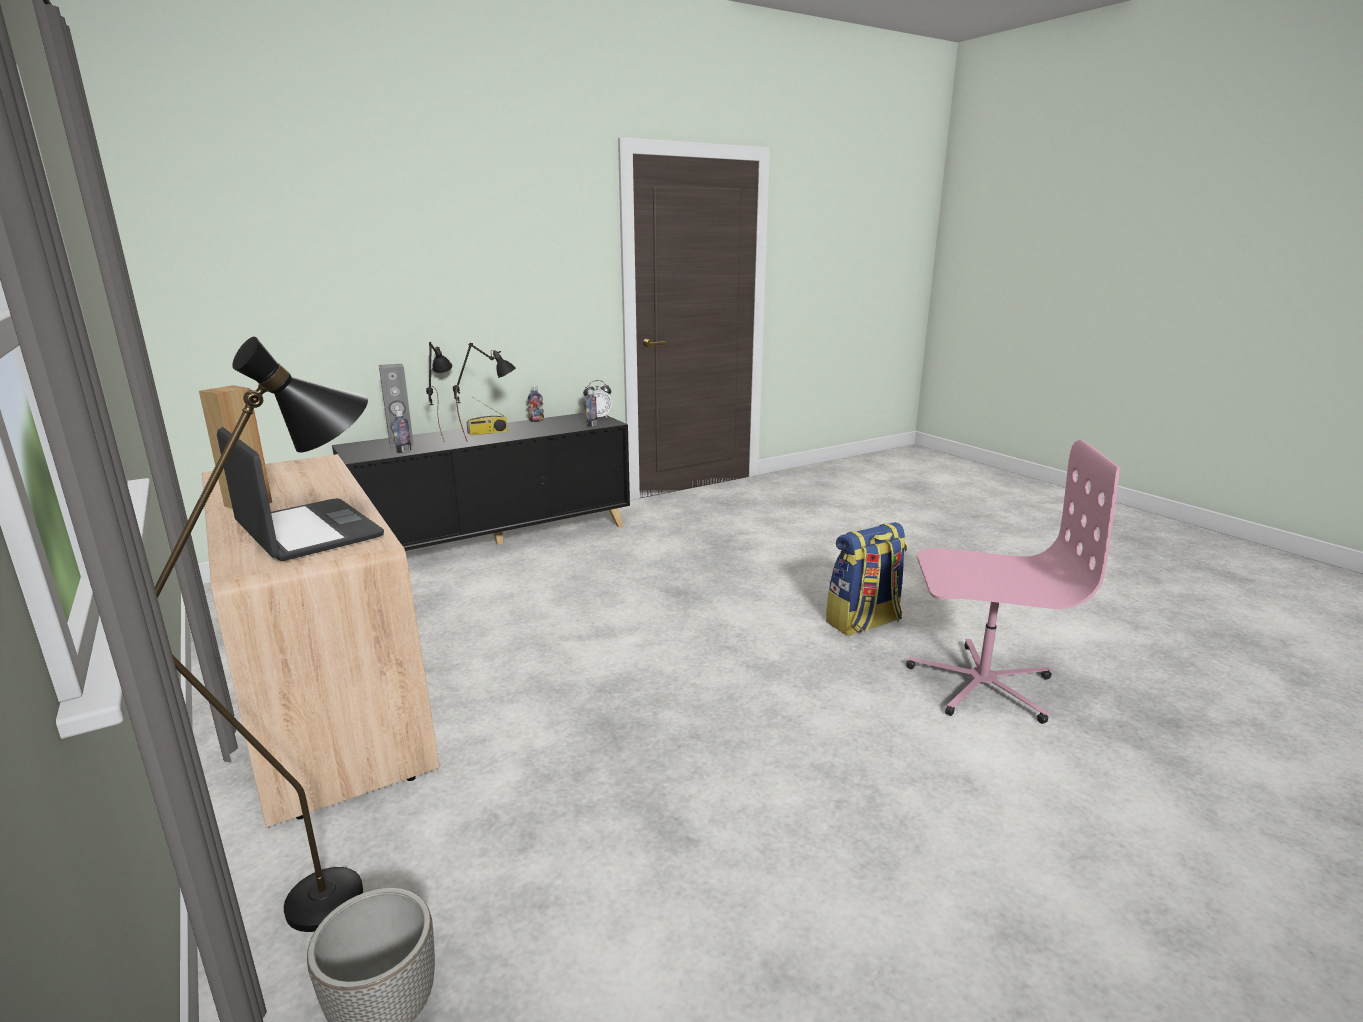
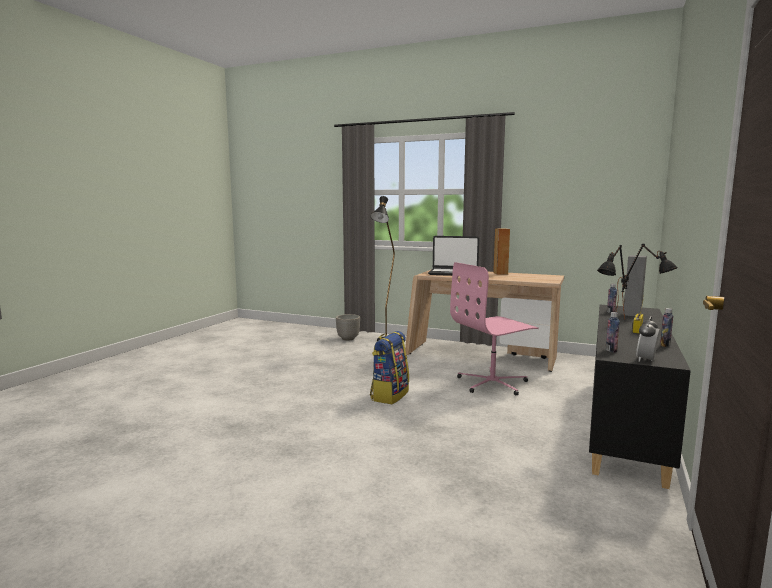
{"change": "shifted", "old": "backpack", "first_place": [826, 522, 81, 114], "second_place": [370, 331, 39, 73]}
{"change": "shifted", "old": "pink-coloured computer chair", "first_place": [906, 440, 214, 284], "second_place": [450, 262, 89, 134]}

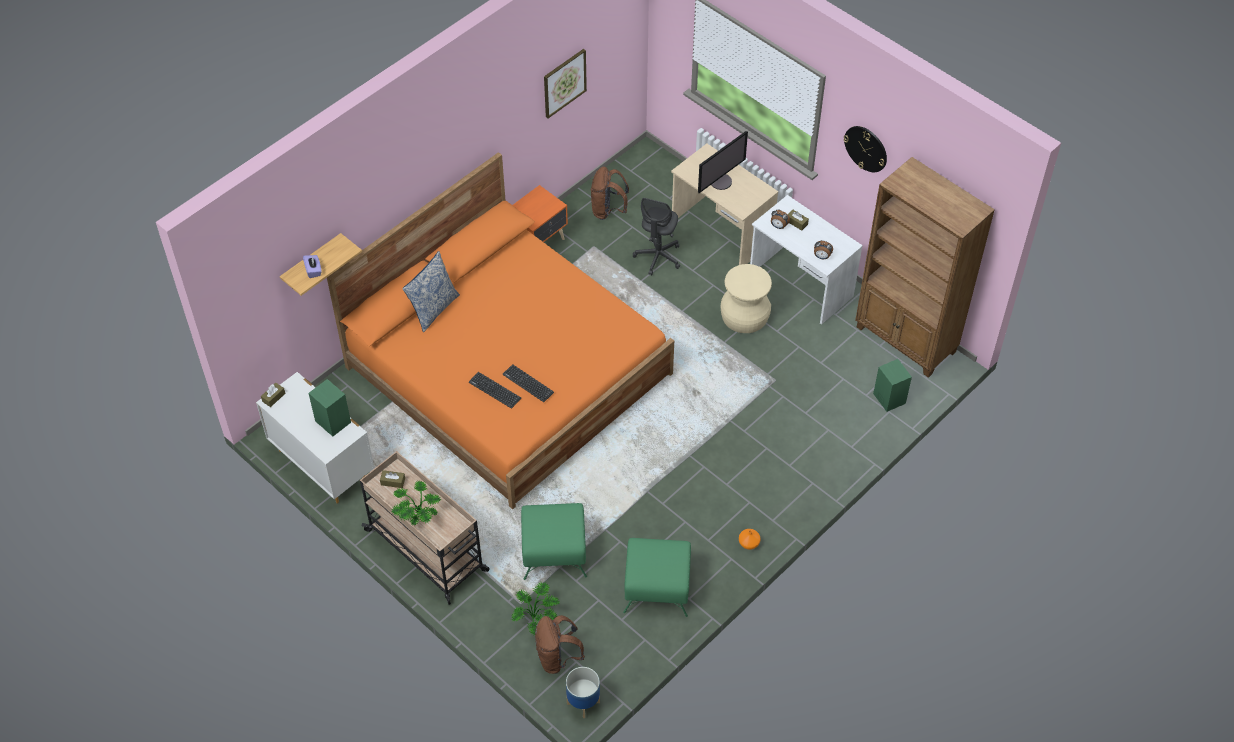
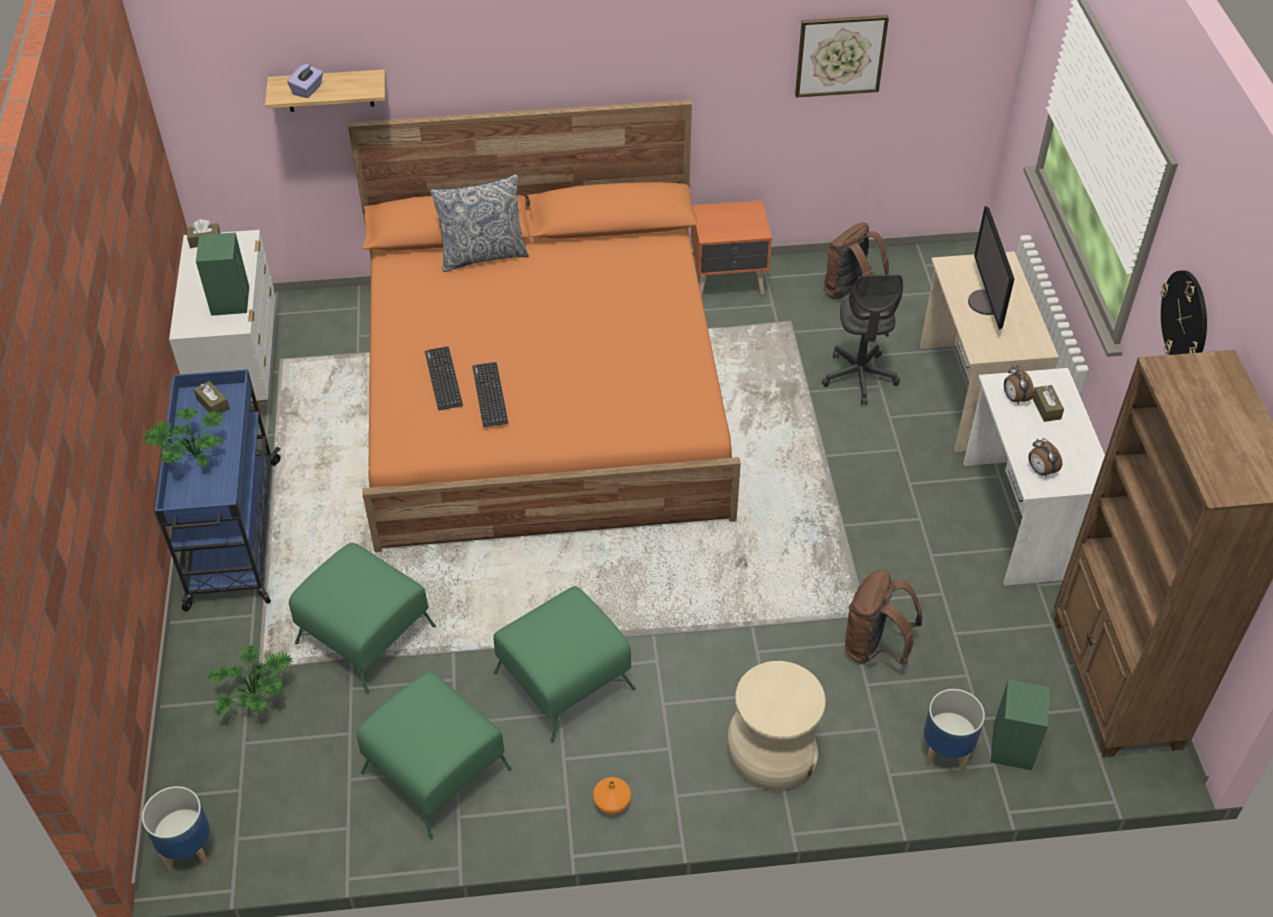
{"change": "repainted", "old": "sand-coloured cart", "new": "bluish cart", "first_place": [360, 451, 129, 154], "second_place": [155, 369, 126, 242]}
{"change": "shifted", "old": "brown-coloured backpack", "first_place": [535, 615, 50, 59], "second_place": [845, 570, 77, 95]}
{"change": "rotated", "old": "gray computer chair", "first_place": [633, 198, 47, 77], "second_place": [822, 275, 81, 130], "degrees": -60}
{"change": "rotated", "old": "monitor", "first_place": [698, 131, 50, 62], "second_place": [968, 206, 46, 124], "degrees": 90}
{"change": "shifted", "old": "sand-coloured sitting stool", "first_place": [720, 264, 52, 69], "second_place": [728, 661, 98, 129]}
{"change": "new", "new": "greenish ottoman", "second_place": [493, 586, 143, 157]}
{"change": "new", "new": "flower pot", "second_place": [924, 689, 61, 83]}

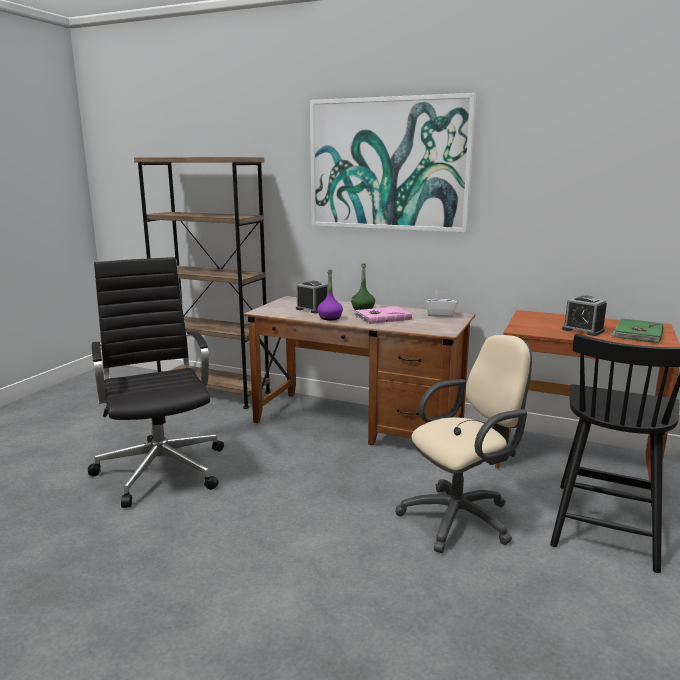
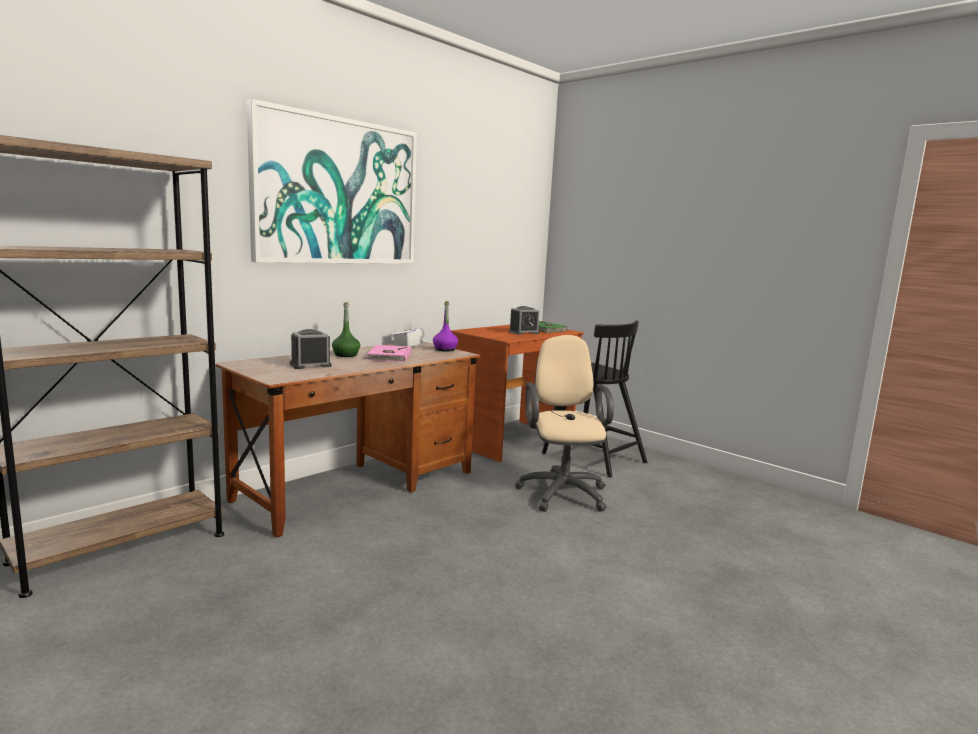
{"change": "gone", "old": "black-coloured computer chair", "first_place": [88, 257, 136, 251]}
{"change": "shifted", "old": "purplish beverage bottle", "first_place": [317, 269, 26, 51], "second_place": [433, 301, 25, 51]}

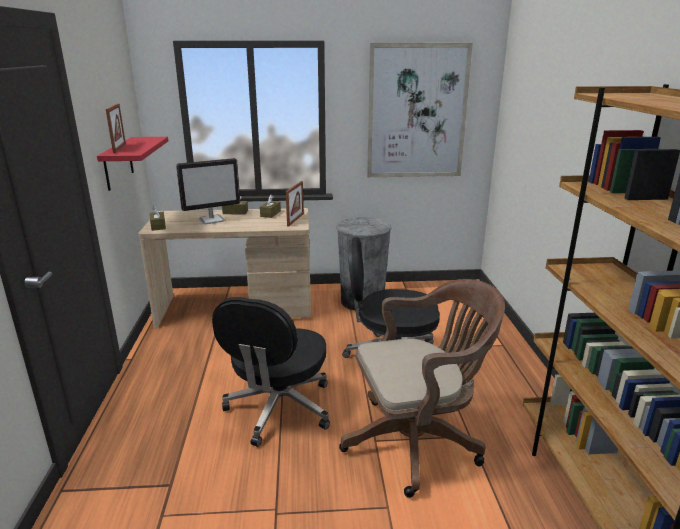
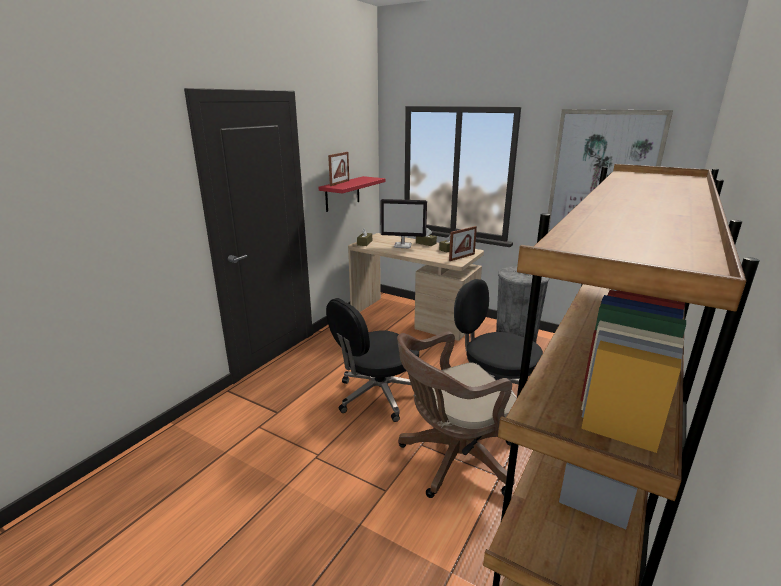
{"change": "rotated", "old": "brown-coloured computer chair", "first_place": [339, 279, 166, 219], "second_place": [397, 331, 120, 167], "degrees": 135}

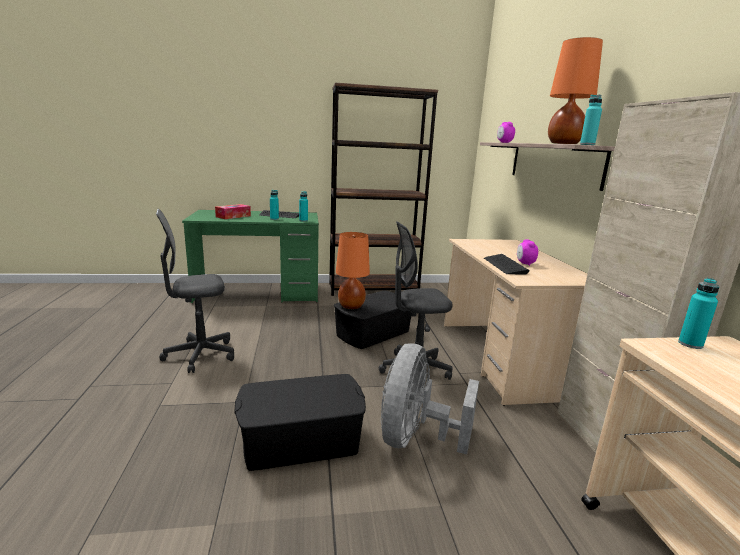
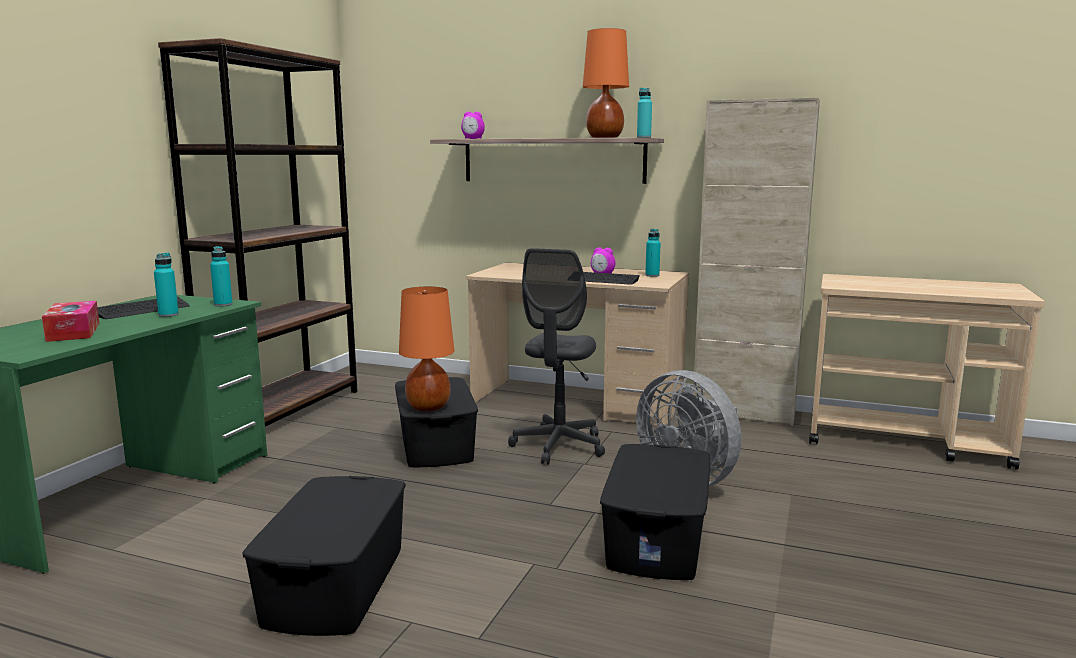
{"change": "swapped", "old": "gray computer chair", "new": "black-coloured storage box", "first_place": [156, 209, 78, 164], "second_place": [242, 476, 164, 160]}
{"change": "shifted", "old": "turquoise beverage bottle", "first_place": [678, 278, 41, 71], "second_place": [645, 229, 16, 48]}

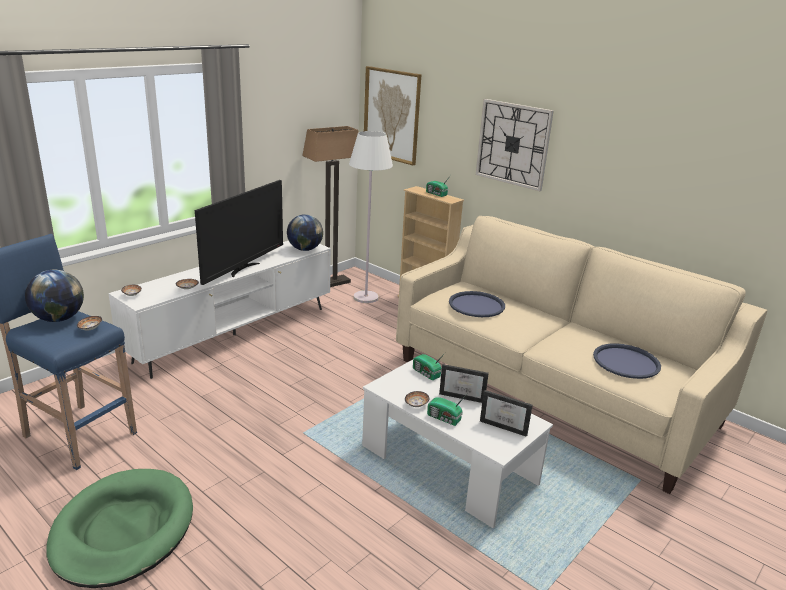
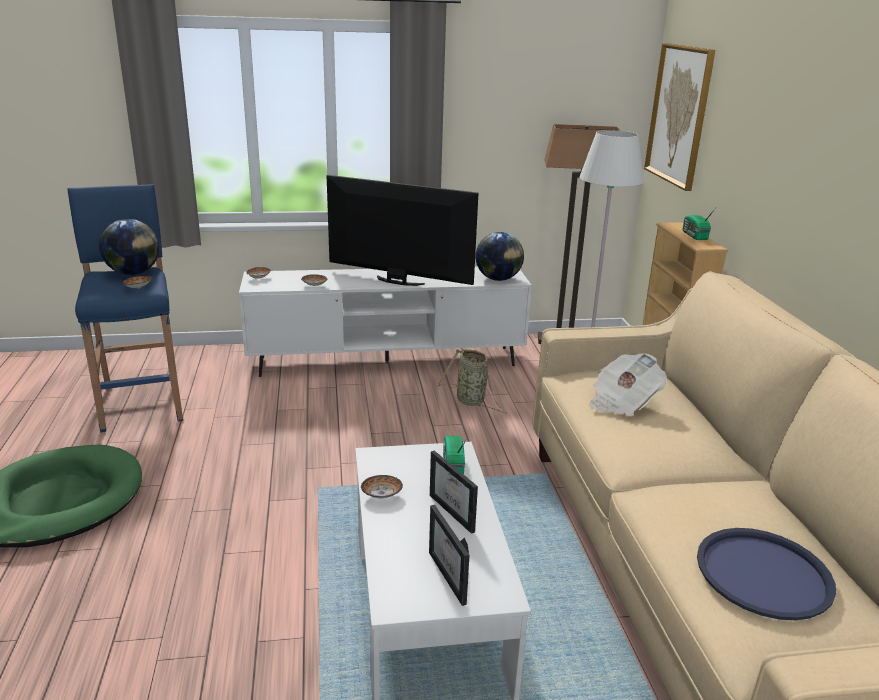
{"change": "rotated", "old": "TV", "first_place": [195, 180, 88, 105], "second_place": [327, 175, 151, 111], "degrees": -135}
{"change": "gone", "old": "radio receiver", "first_place": [427, 394, 40, 32]}
{"change": "swapped", "old": "bluish serving tray", "new": "printed paper", "first_place": [449, 291, 56, 26], "second_place": [589, 353, 78, 63]}
{"change": "gone", "old": "wall clock", "first_place": [476, 99, 78, 92]}
{"change": "new", "new": "household basket", "second_place": [437, 348, 70, 66]}

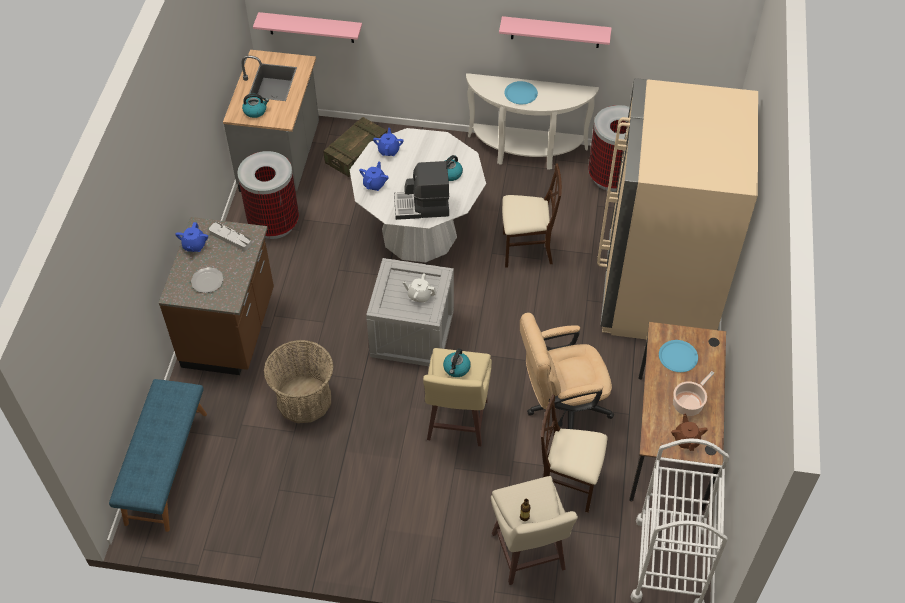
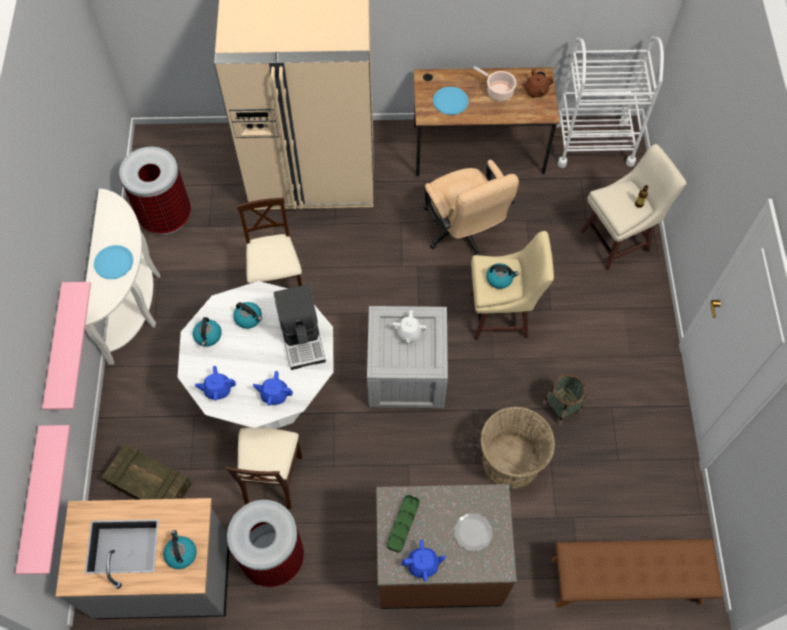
{"change": "repainted", "old": "bluish long seat", "new": "brown-coloured long seat", "first_place": [109, 379, 98, 153], "second_place": [552, 539, 171, 69]}
{"change": "repainted", "old": "gray serving tray", "new": "greenish serving tray", "first_place": [209, 222, 43, 29], "second_place": [387, 495, 32, 58]}
{"change": "shifted", "old": "pink-coloured wall shelf", "first_place": [499, 16, 113, 32], "second_place": [42, 282, 49, 128]}
{"change": "shifted", "old": "sand-coloured upright chair", "first_place": [541, 395, 67, 118], "second_place": [225, 427, 78, 82]}
{"change": "new", "new": "kettle", "second_place": [193, 317, 29, 30]}
{"change": "new", "new": "household basket", "second_place": [543, 374, 43, 51]}

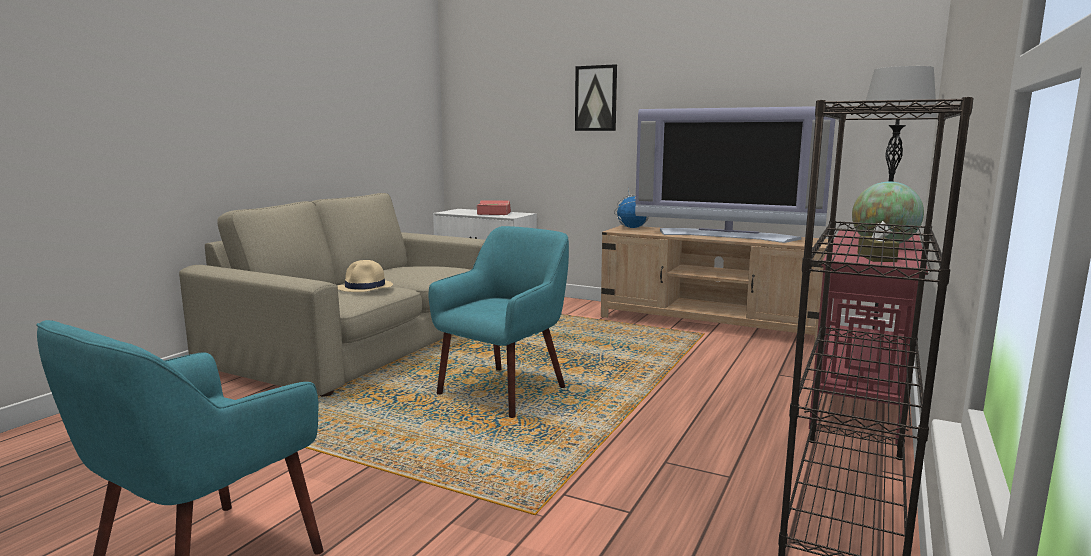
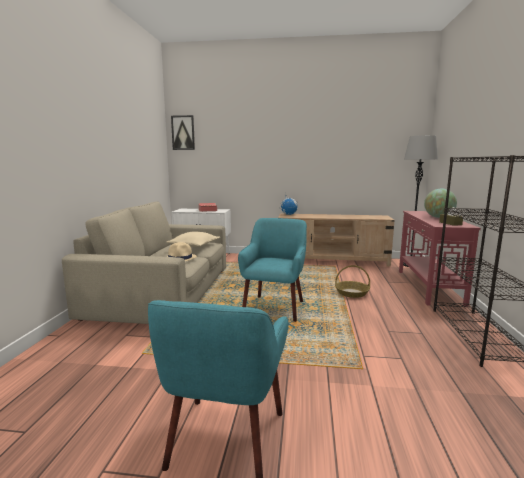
{"change": "shifted", "old": "picture", "first_place": [575, 64, 42, 67], "second_place": [171, 115, 24, 35]}
{"change": "gone", "old": "TV", "first_place": [635, 106, 200, 137]}
{"change": "new", "new": "sand-coloured pillow", "second_place": [166, 231, 54, 16]}
{"change": "new", "new": "household basket", "second_place": [335, 265, 35, 33]}

